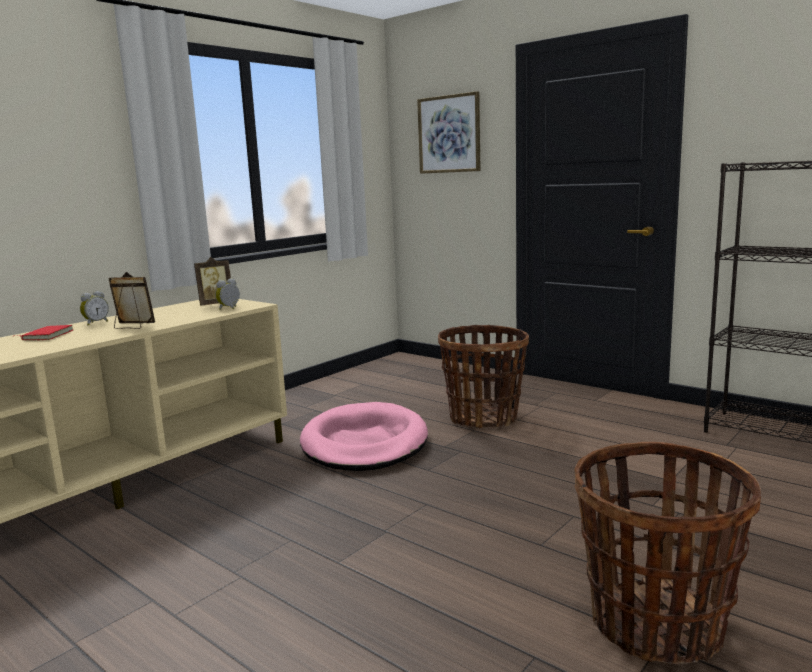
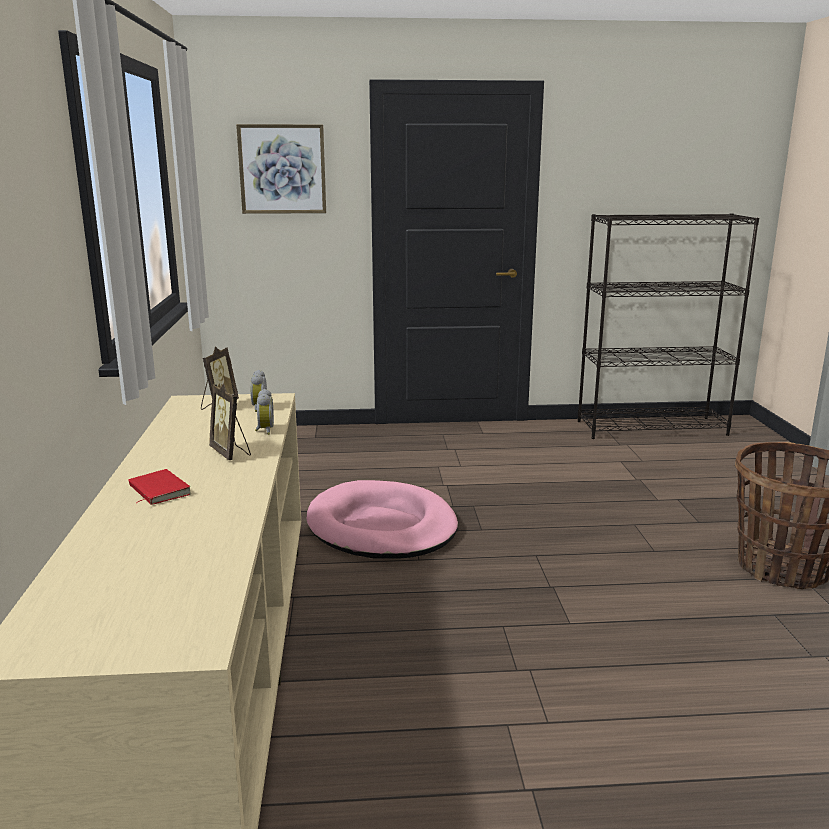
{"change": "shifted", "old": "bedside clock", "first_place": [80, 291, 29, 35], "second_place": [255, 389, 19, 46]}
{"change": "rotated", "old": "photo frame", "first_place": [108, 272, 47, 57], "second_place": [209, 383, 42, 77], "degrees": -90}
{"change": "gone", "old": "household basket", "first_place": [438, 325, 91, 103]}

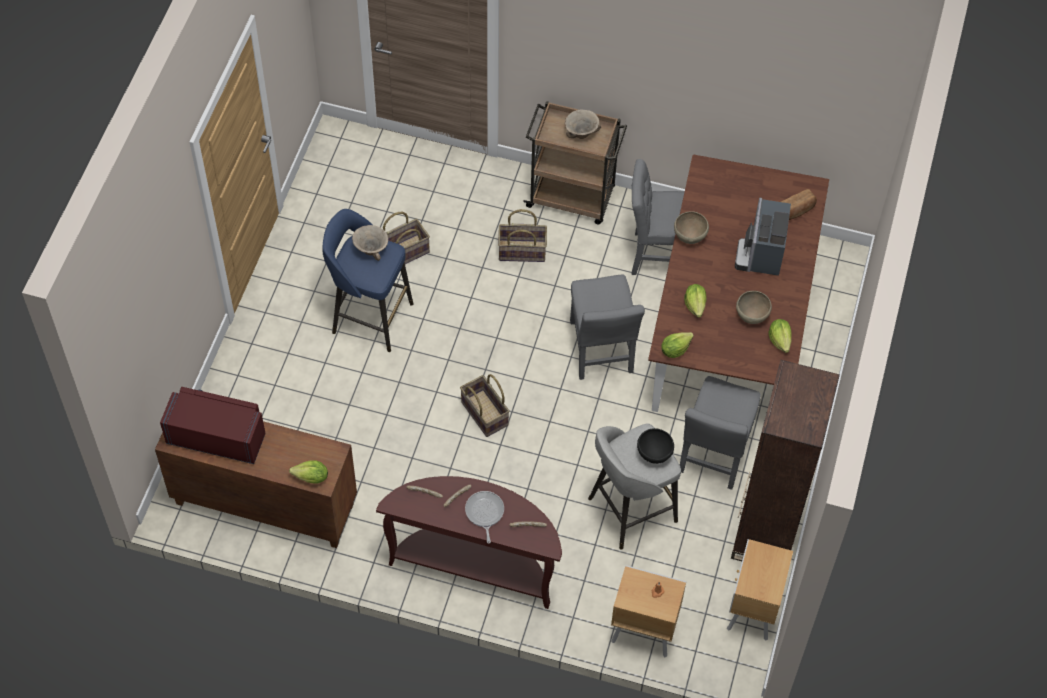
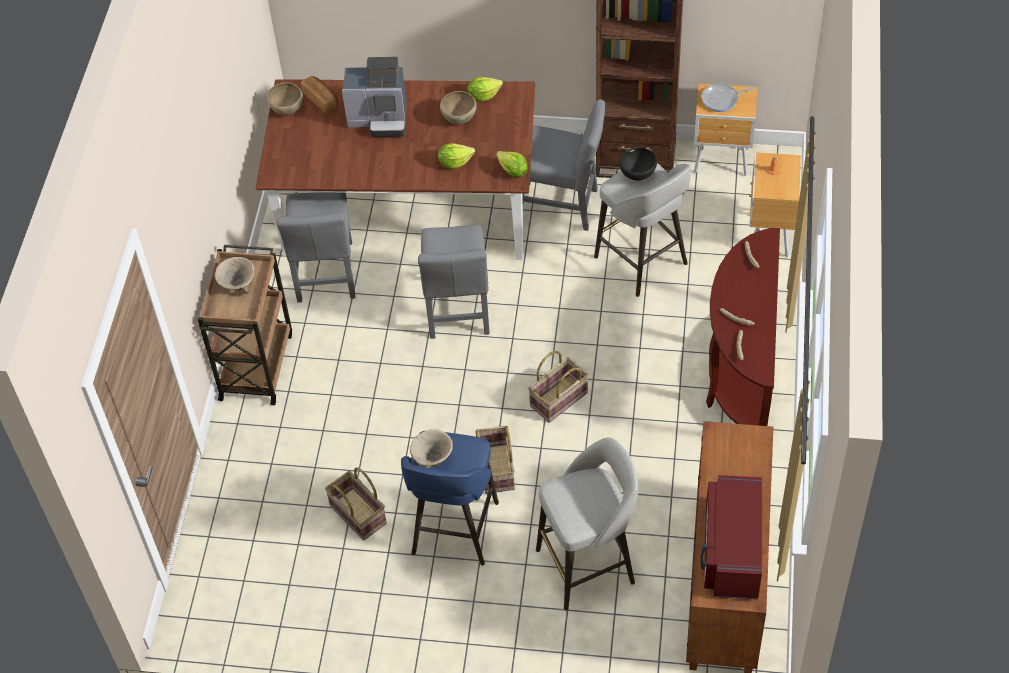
{"change": "gone", "old": "head of lettuce", "first_place": [289, 460, 39, 23]}
{"change": "shifted", "old": "pan", "first_place": [465, 491, 39, 53], "second_place": [701, 83, 55, 29]}
{"change": "shifted", "old": "household basket", "first_place": [498, 209, 49, 53], "second_place": [475, 425, 40, 69]}
{"change": "rotated", "old": "gray upright chair", "first_place": [570, 275, 75, 105], "second_place": [418, 224, 72, 115], "degrees": 105}
{"change": "shifted", "old": "brown-coloured serving bowl", "first_place": [674, 211, 35, 33], "second_place": [267, 82, 36, 33]}
{"change": "new", "new": "gray sitting stool", "second_place": [536, 437, 102, 173]}

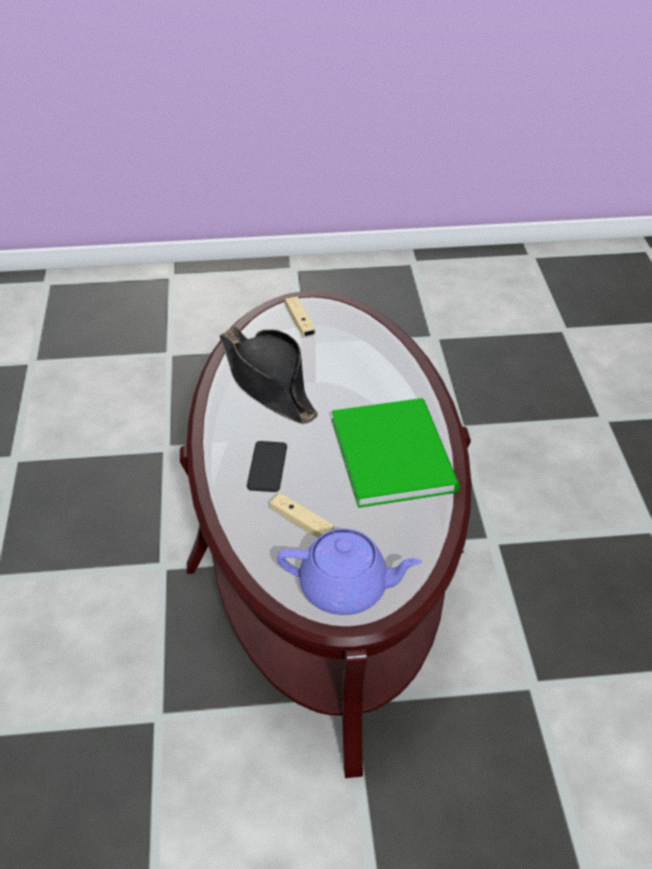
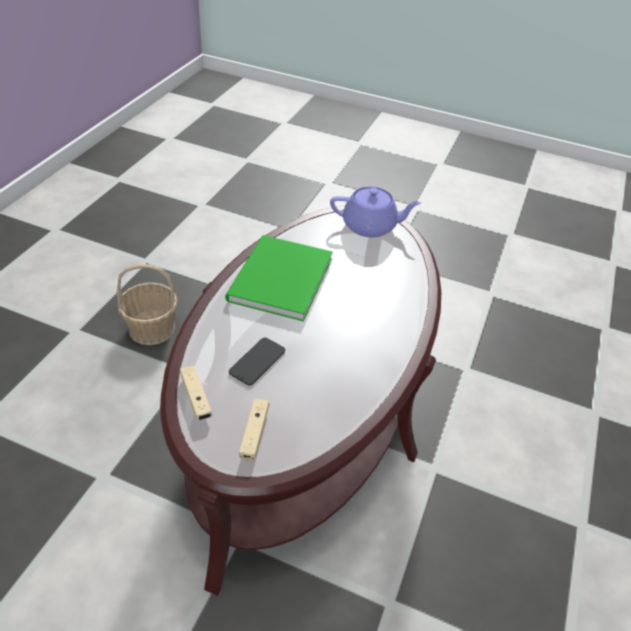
{"change": "gone", "old": "black-coloured wearable hat", "first_place": [219, 327, 99, 97]}
{"change": "shifted", "old": "phone", "first_place": [247, 441, 40, 51], "second_place": [229, 338, 56, 48]}
{"change": "shifted", "old": "sand-coloured game controller", "first_place": [270, 493, 64, 45], "second_place": [180, 365, 32, 56]}
{"change": "rotated", "old": "purplish pot for tea", "first_place": [277, 529, 145, 86], "second_place": [330, 187, 91, 51], "degrees": 150}
{"change": "new", "new": "household basket", "second_place": [117, 264, 61, 81]}

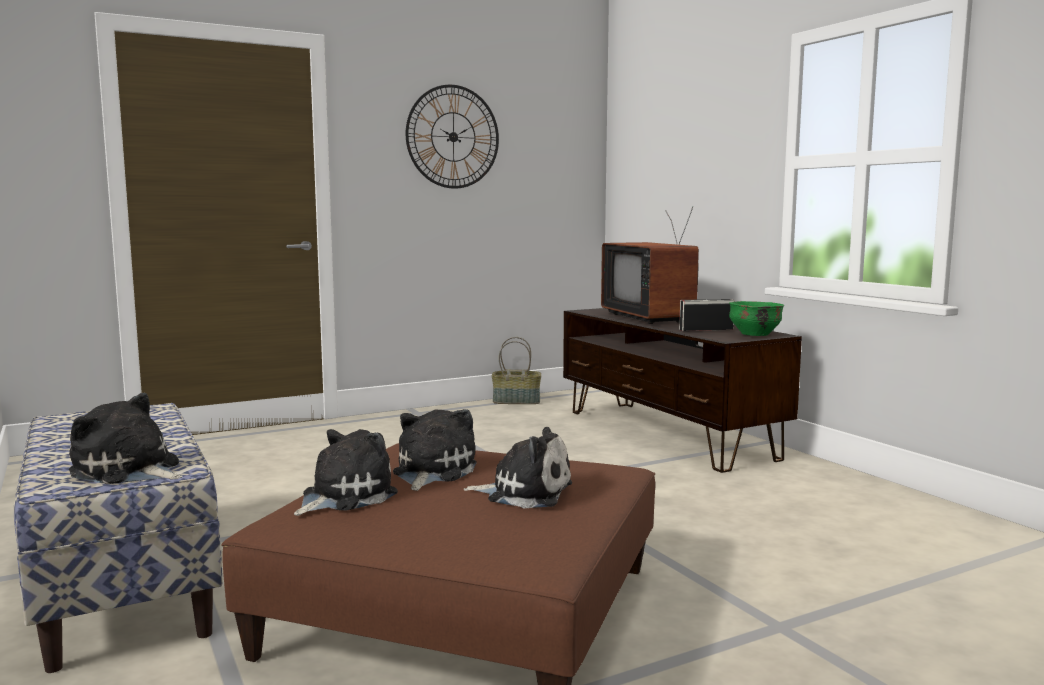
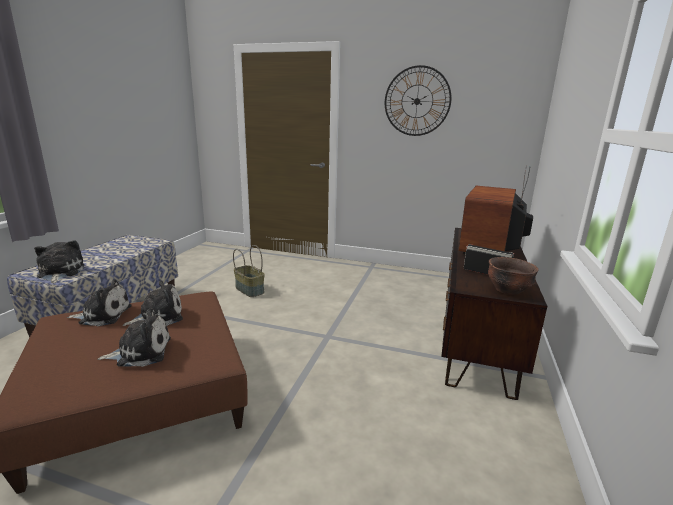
{"change": "rotated", "old": "plush toy", "first_place": [464, 427, 108, 81], "second_place": [97, 309, 74, 58], "degrees": -75}
{"change": "shifted", "old": "household basket", "first_place": [492, 337, 49, 67], "second_place": [233, 245, 32, 52]}
{"change": "repainted", "old": "greenish serving bowl", "new": "brown-coloured serving bowl", "first_place": [729, 301, 55, 35], "second_place": [488, 257, 50, 38]}

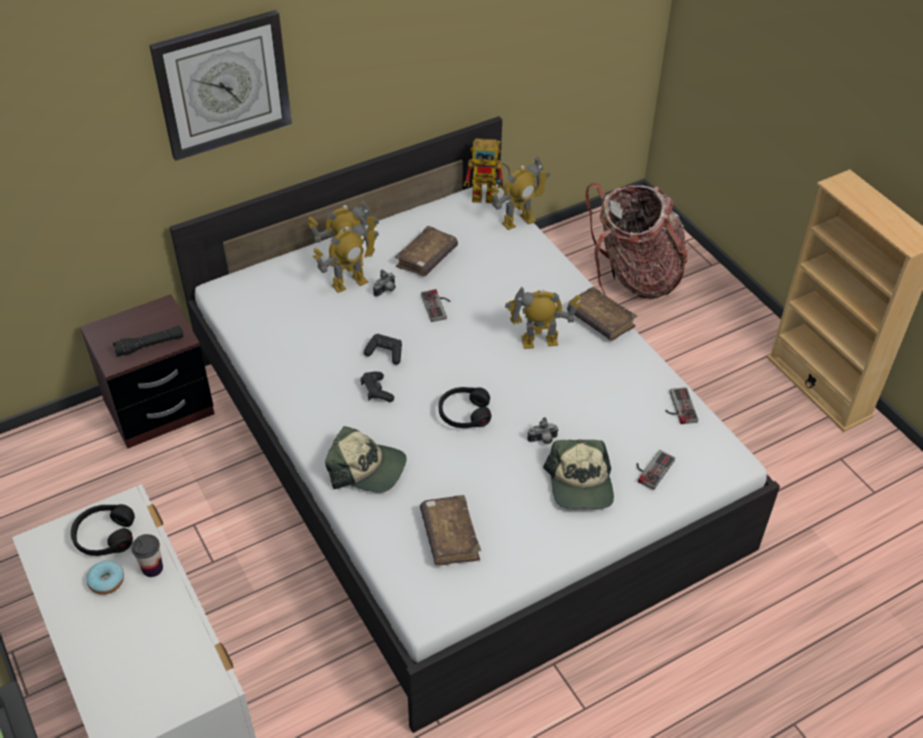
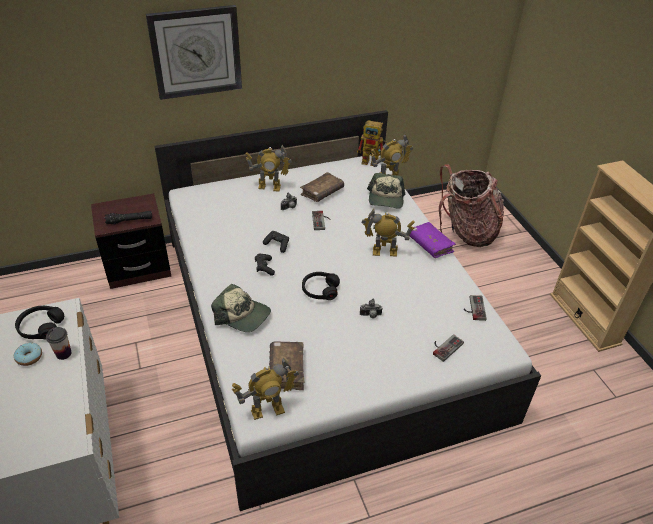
{"change": "shifted", "old": "robot figure", "first_place": [313, 217, 66, 76], "second_place": [232, 357, 67, 63]}
{"change": "shifted", "old": "cap", "first_place": [543, 439, 71, 70], "second_place": [367, 173, 38, 36]}
{"change": "repainted", "old": "brown-coloured book", "new": "purplish book", "first_place": [567, 287, 71, 54], "second_place": [409, 222, 47, 36]}

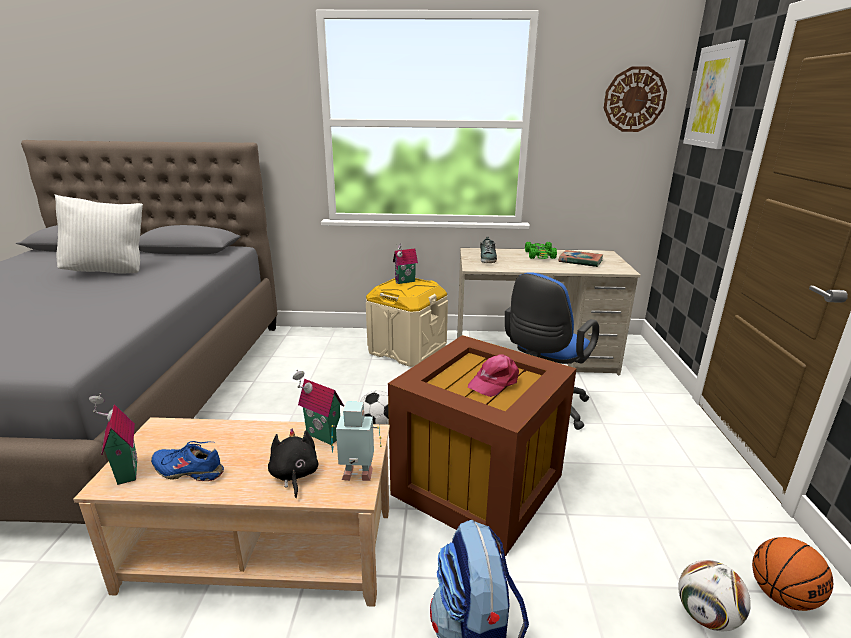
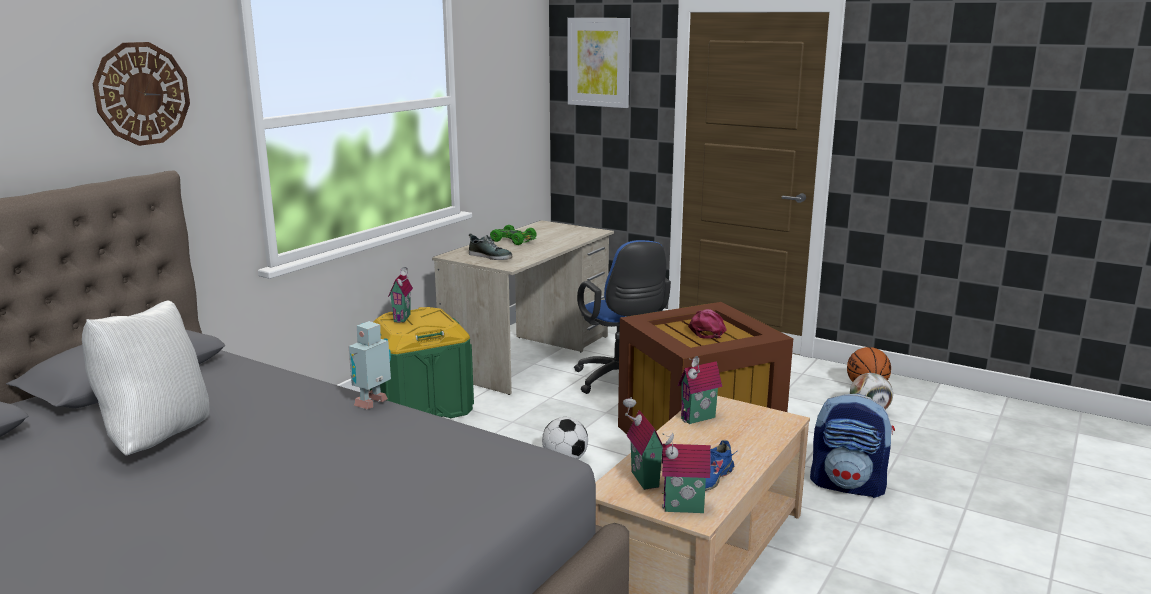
{"change": "gone", "old": "black-coloured plush toy", "first_place": [268, 428, 51, 70]}
{"change": "shifted", "old": "robot figure", "first_place": [331, 401, 50, 80], "second_place": [348, 321, 43, 88]}
{"change": "repainted", "old": "sand-coloured storage box", "new": "greenish storage box", "first_place": [366, 278, 82, 89], "second_place": [370, 307, 104, 111]}
{"change": "rotated", "old": "pink-coloured cap", "first_place": [468, 354, 51, 43], "second_place": [688, 309, 39, 30], "degrees": -150}
{"change": "gone", "old": "book", "first_place": [558, 250, 45, 17]}
{"change": "shifted", "old": "wall clock", "first_place": [604, 66, 63, 66], "second_place": [93, 42, 97, 104]}
{"change": "new", "new": "model house", "second_place": [623, 397, 40, 93]}

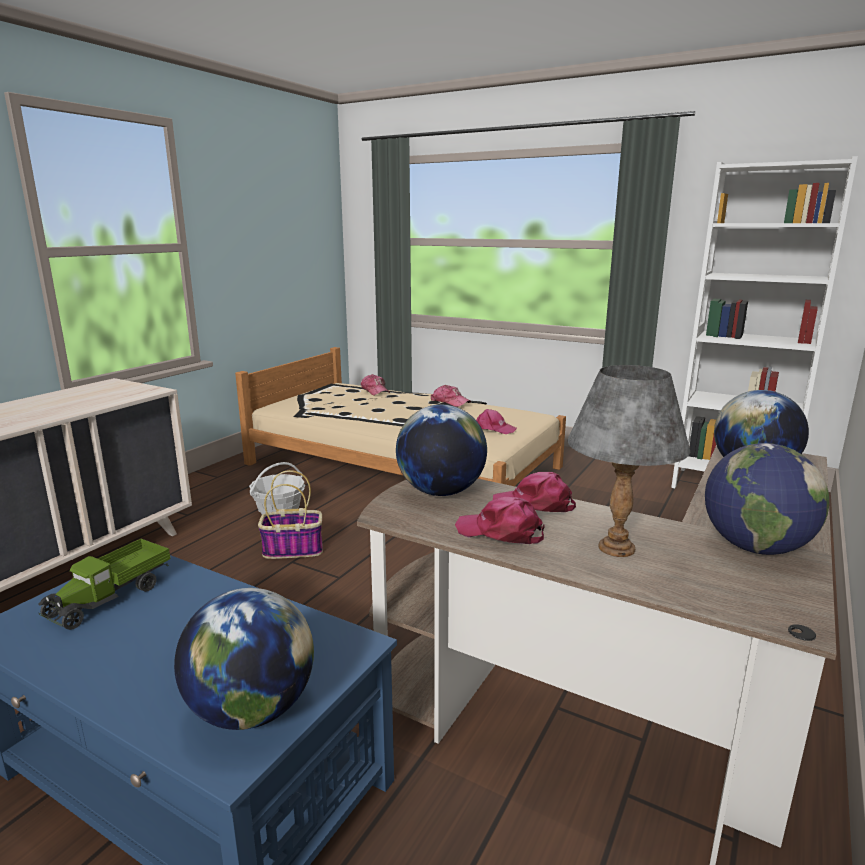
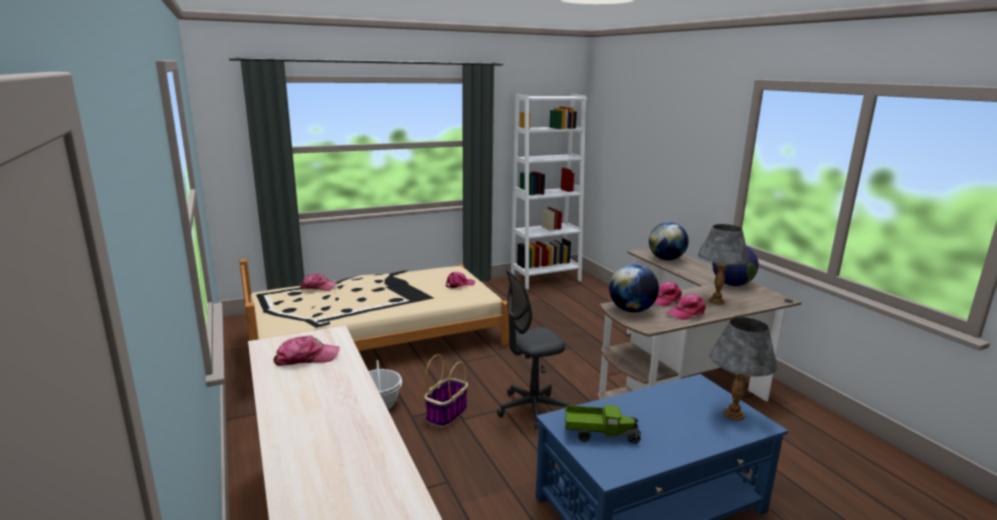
{"change": "rotated", "old": "toy lorry", "first_place": [38, 539, 133, 91], "second_place": [565, 405, 76, 39], "degrees": -60}
{"change": "swapped", "old": "globe", "new": "gray tabletop lamp", "first_place": [174, 588, 140, 142], "second_place": [709, 317, 68, 103]}
{"change": "shifted", "old": "cap", "first_place": [431, 385, 40, 22], "second_place": [273, 335, 67, 31]}
{"change": "new", "new": "gray computer chair", "second_place": [497, 269, 72, 161]}

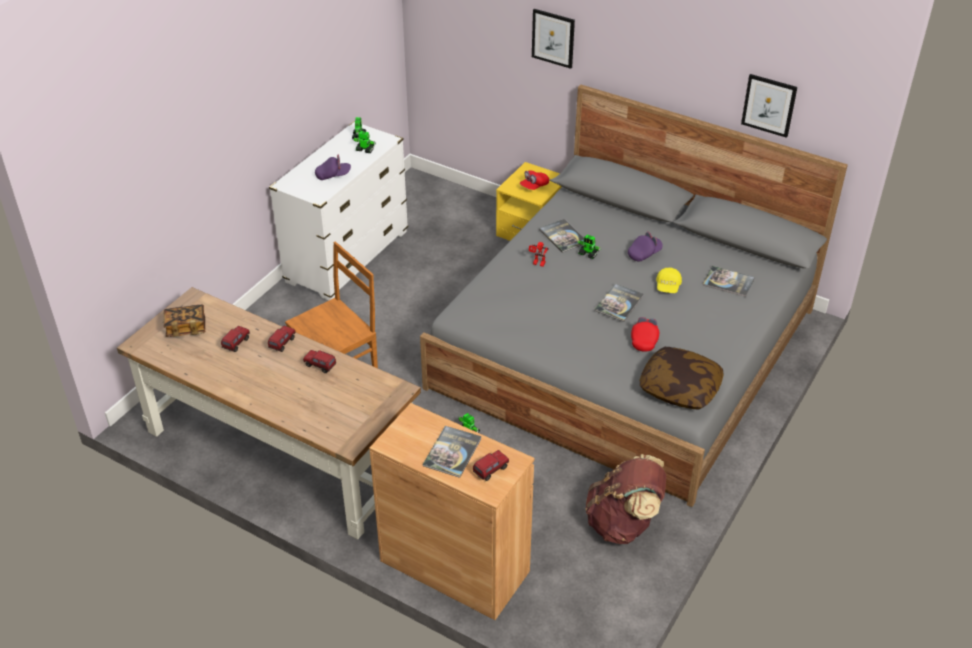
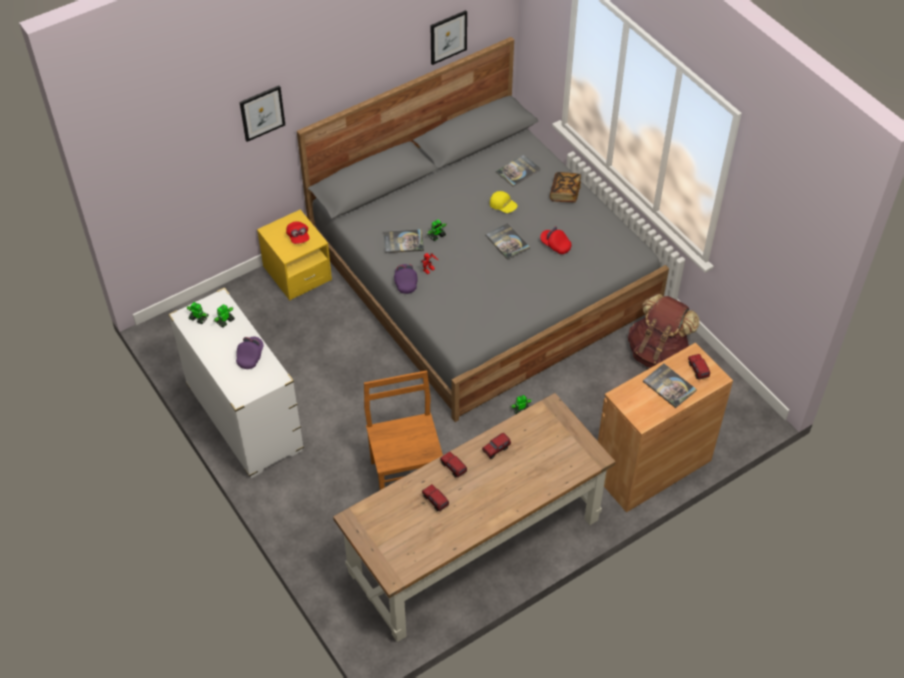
{"change": "shifted", "old": "book", "first_place": [163, 304, 42, 33], "second_place": [550, 172, 31, 31]}
{"change": "shifted", "old": "purplish cap", "first_place": [628, 232, 35, 30], "second_place": [394, 264, 24, 30]}
{"change": "gone", "old": "pillow", "first_place": [640, 347, 84, 62]}

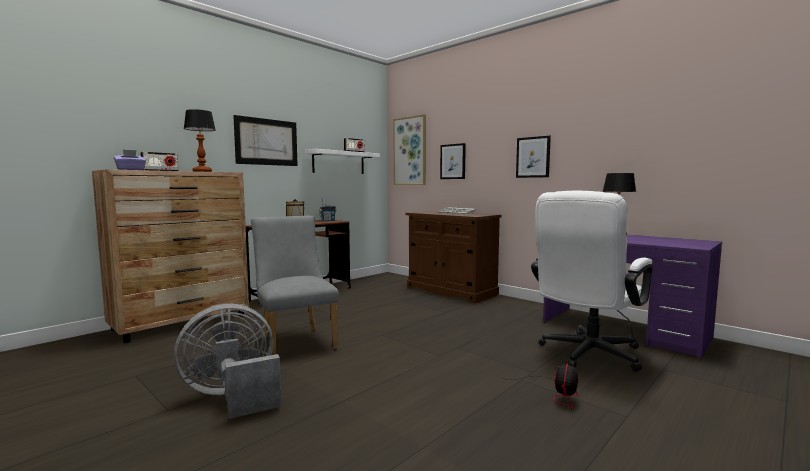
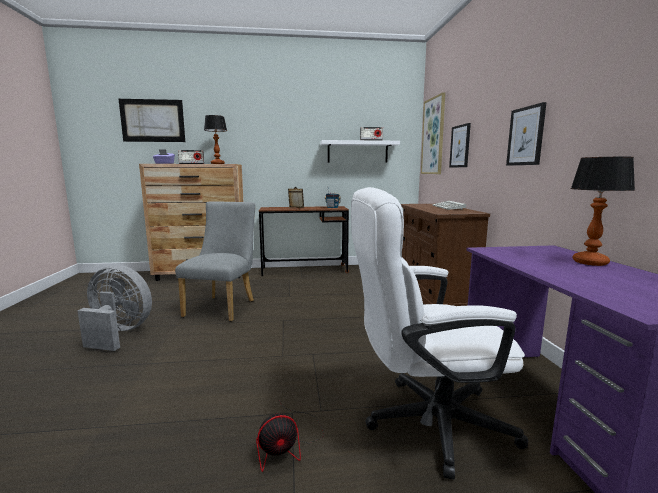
{"change": "shifted", "old": "picture", "first_place": [233, 115, 65, 51], "second_place": [119, 99, 66, 43]}

